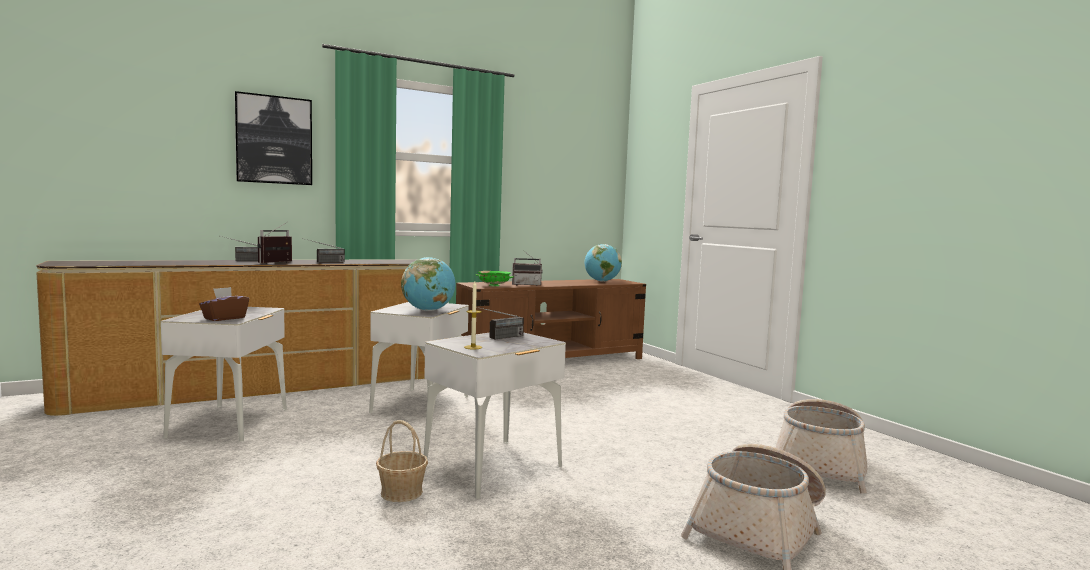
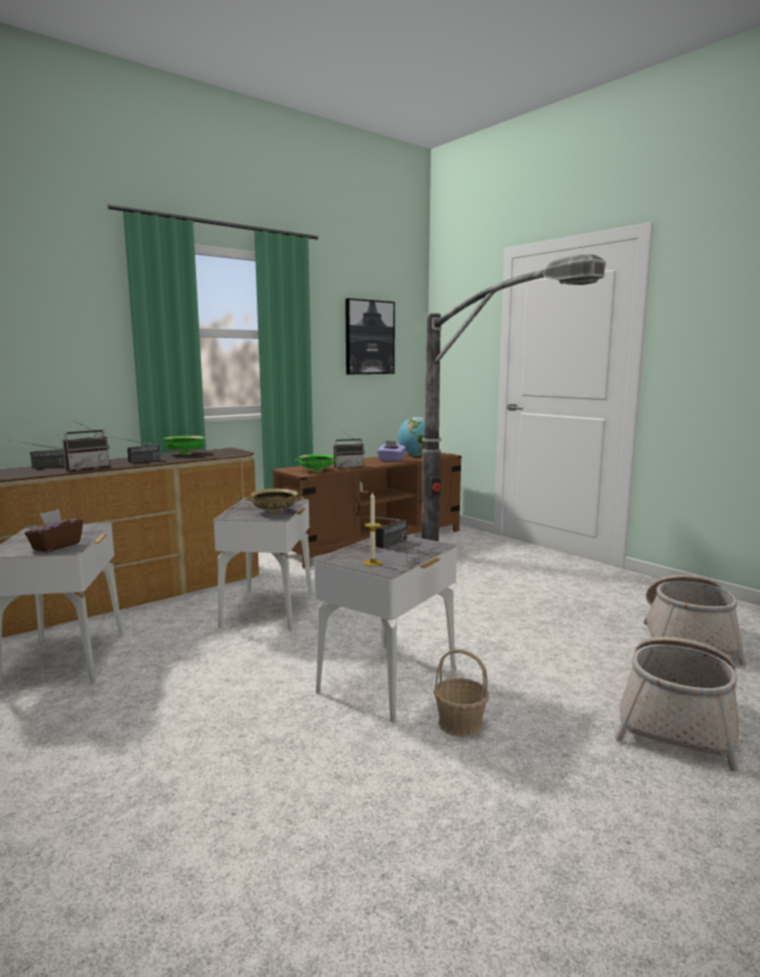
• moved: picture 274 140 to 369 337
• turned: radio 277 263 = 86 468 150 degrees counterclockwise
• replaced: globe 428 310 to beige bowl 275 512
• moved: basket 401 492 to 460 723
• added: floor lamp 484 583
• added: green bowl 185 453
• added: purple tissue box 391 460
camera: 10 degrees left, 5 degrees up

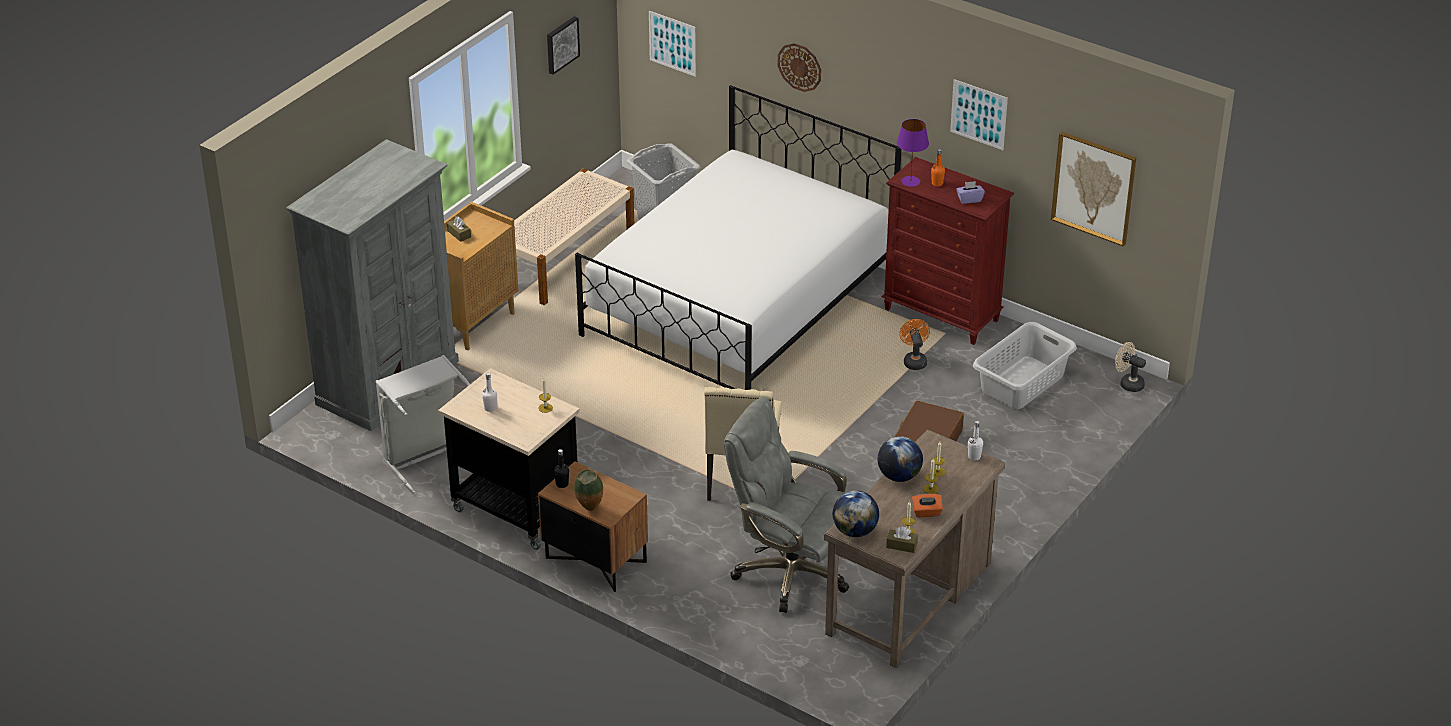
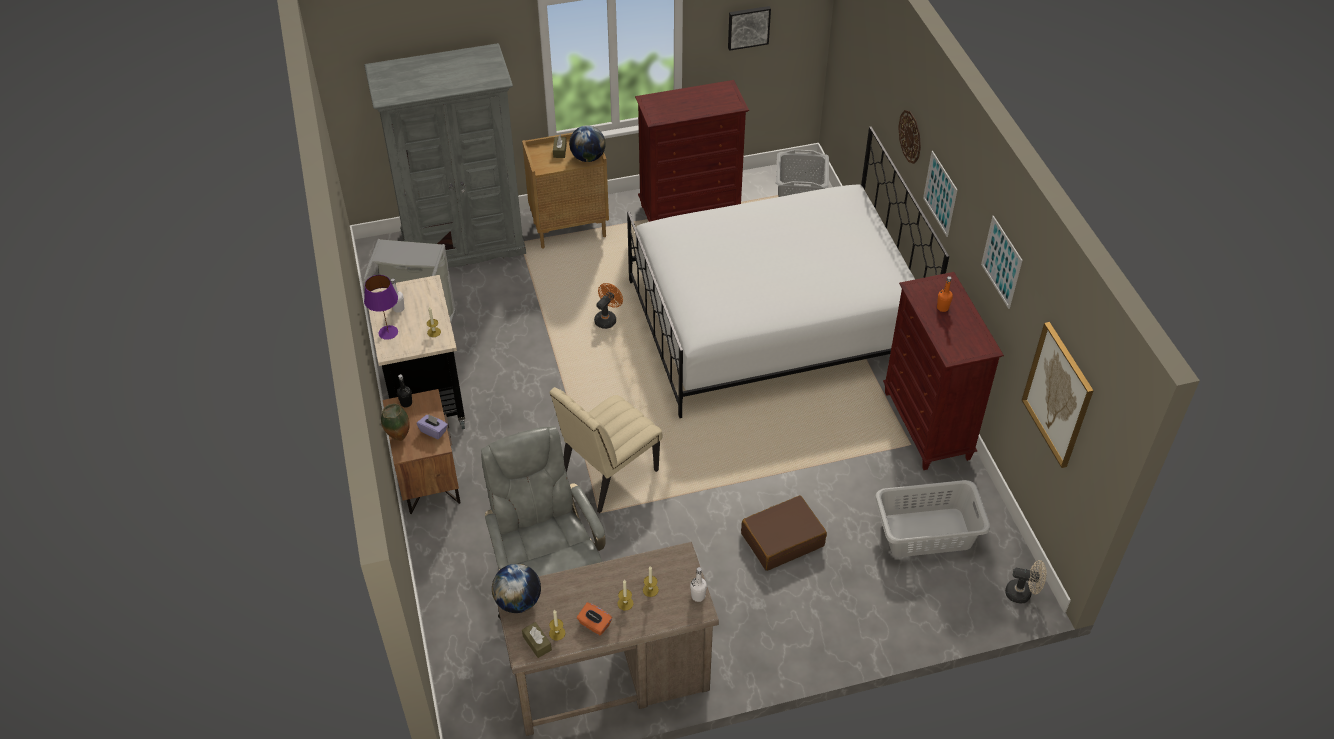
• moved: picture 672 43 to 940 193
• moved: purple table lamp 911 181 to 388 333
• replaced: beige bench 564 258 to red dresser 690 211
• moved: purple tissue box 969 199 to 433 431
• moved: orange fan 914 360 to 607 318
• turned: beige fan 1128 383 = 1022 593 120 degrees clockwise
• moved: globe 899 476 to 588 158
camera: 40 degrees right, 10 degrees up

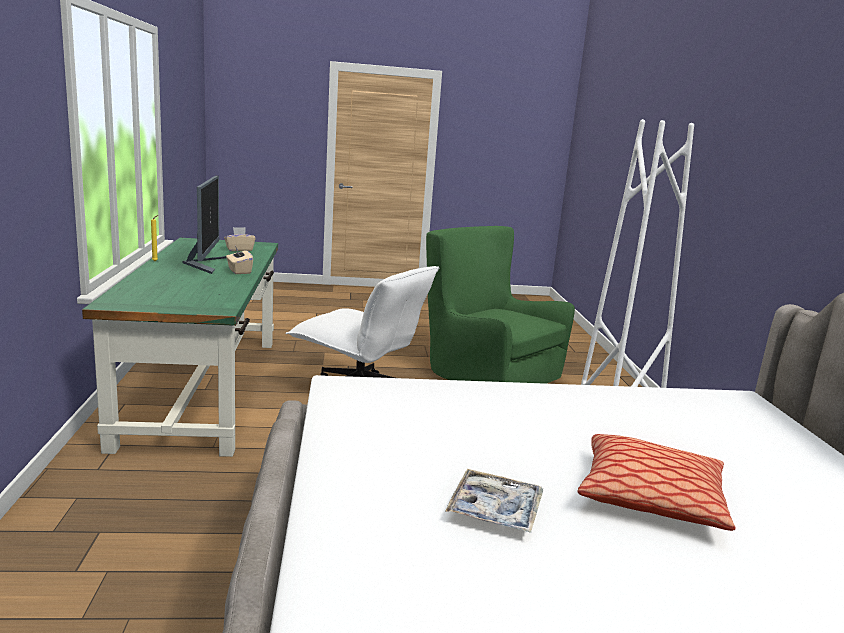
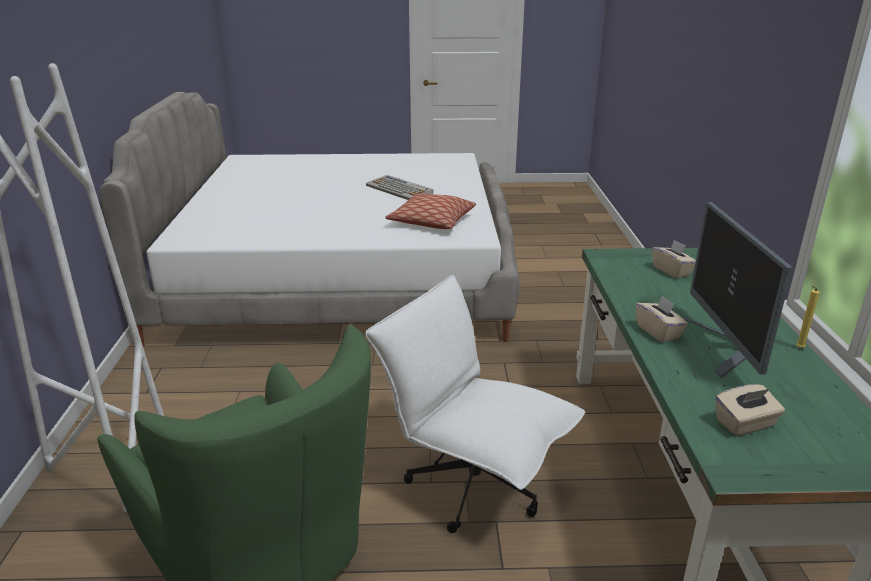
• moved: pillow 651 497 to 431 221
• replaced: tray 495 510 to keyboard 400 189
• added: beige tissue box 672 271
camera: 175 degrees left, 10 degrees up

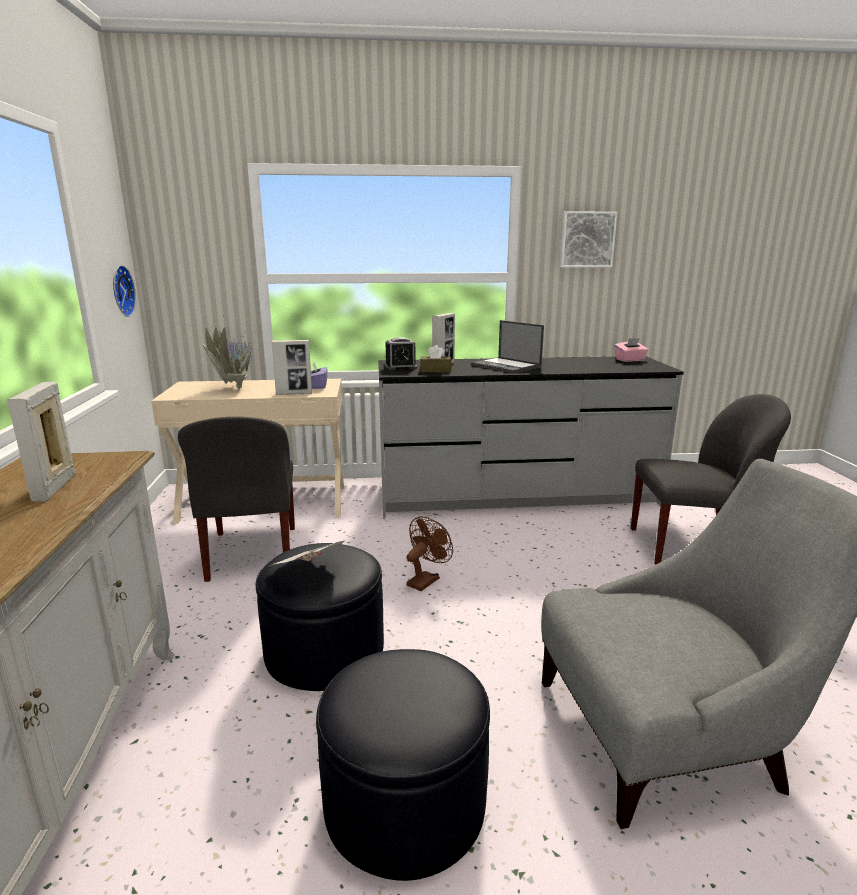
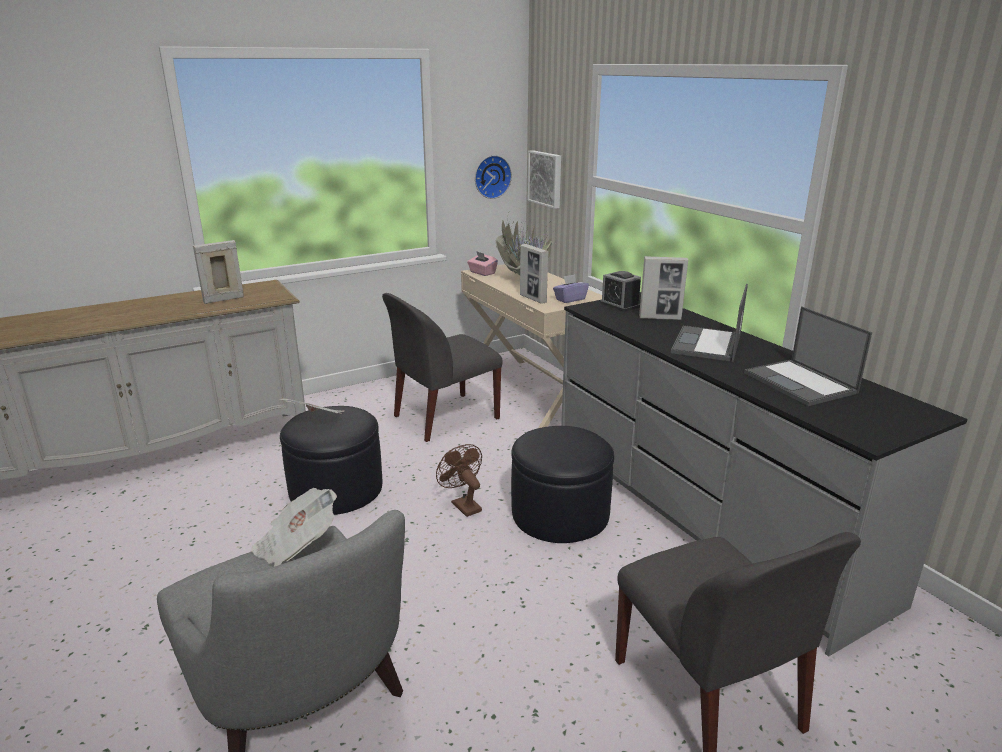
• moved: picture 587 239 to 546 178
• moved: pink tissue box 630 360 to 482 273
• removed: brown tissue box 435 371
• turned: brown fan 426 580 = 463 505 135 degrees counterclockwise
• moved: black ottoman 404 802 to 559 514
• added: laptop 801 383
• added: newspaper 296 545
camera: 65 degrees right, 5 degrees up

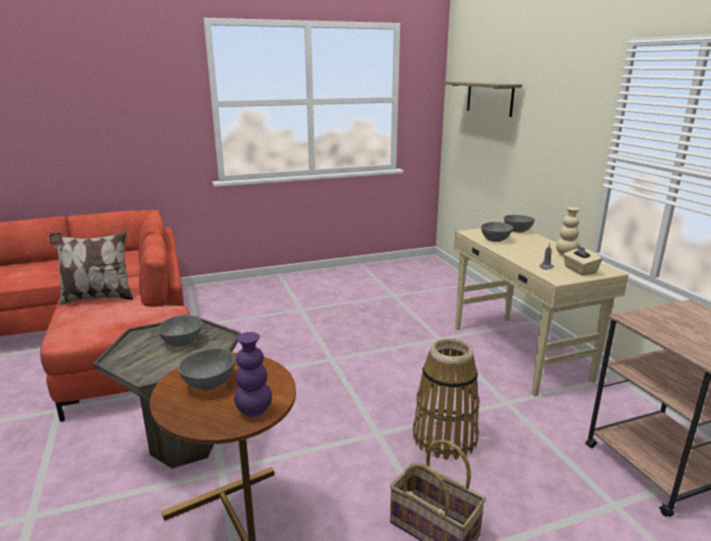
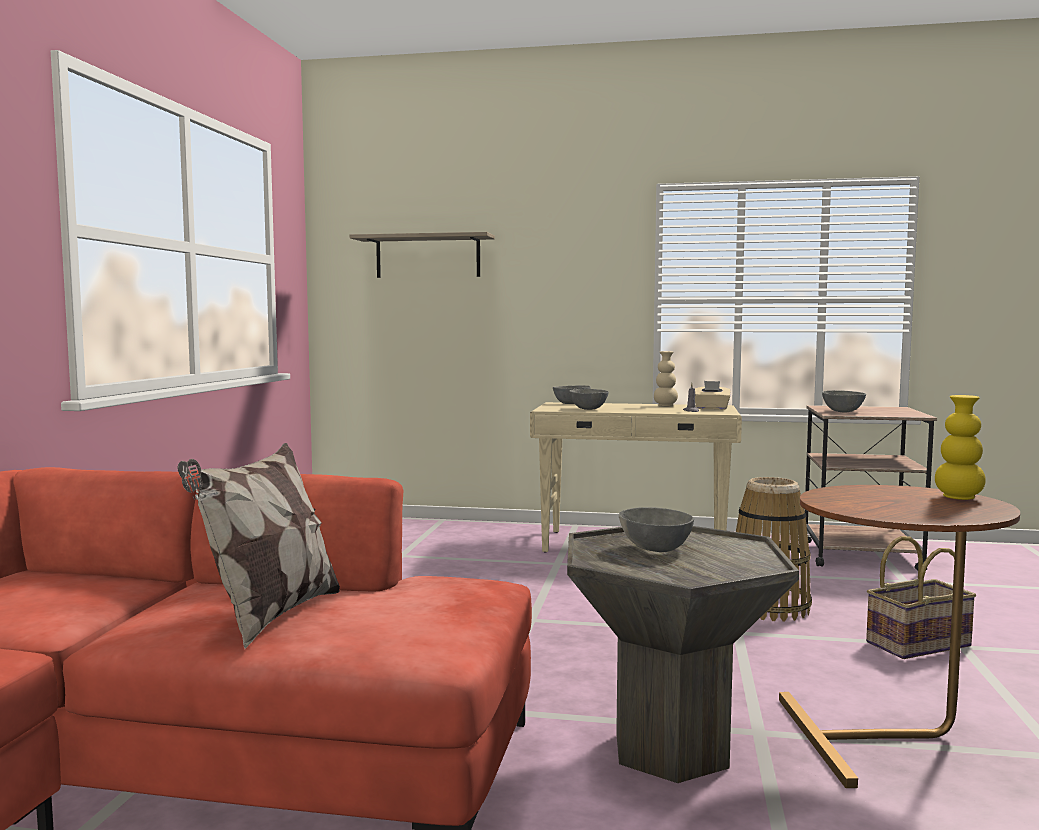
• recoloured: purple vase 254 410 to yellow vase 958 498
• moved: grey bowl 210 384 to 843 411
camera: 60 degrees left, 15 degrees down

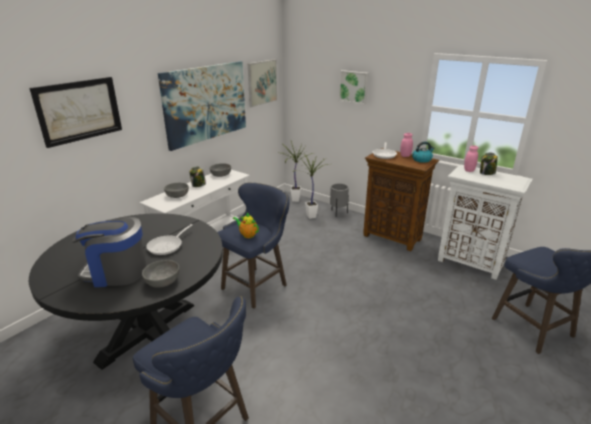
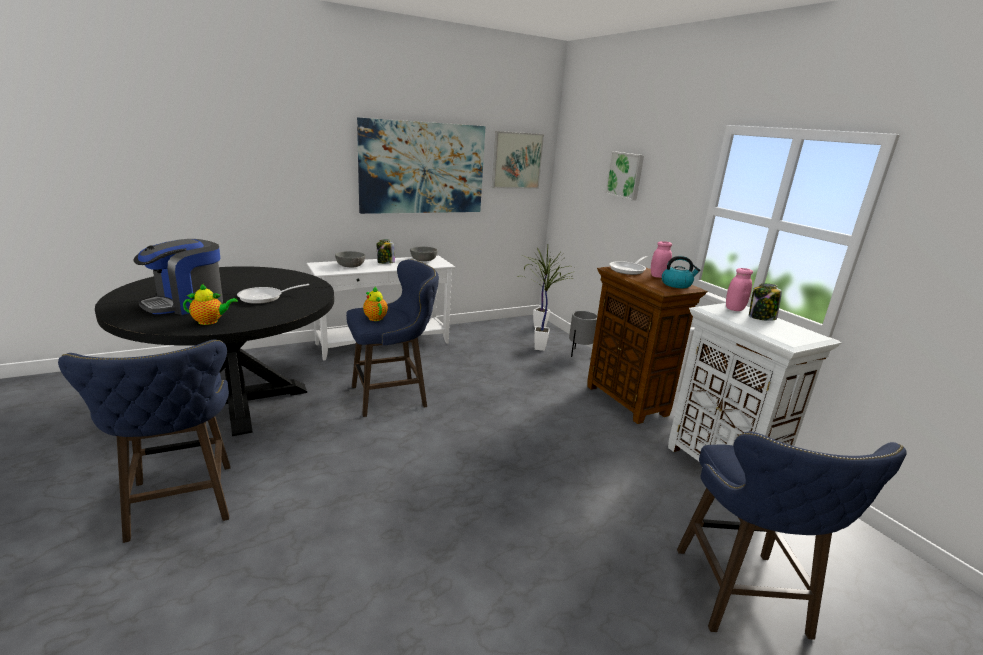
• removed: picture 79 110
• turned: coffee machine 116 272 = 186 304 75 degrees counterclockwise
• replaced: grey bowl 162 281 to teapot 210 321
camera: 25 degrees right, 5 degrees down

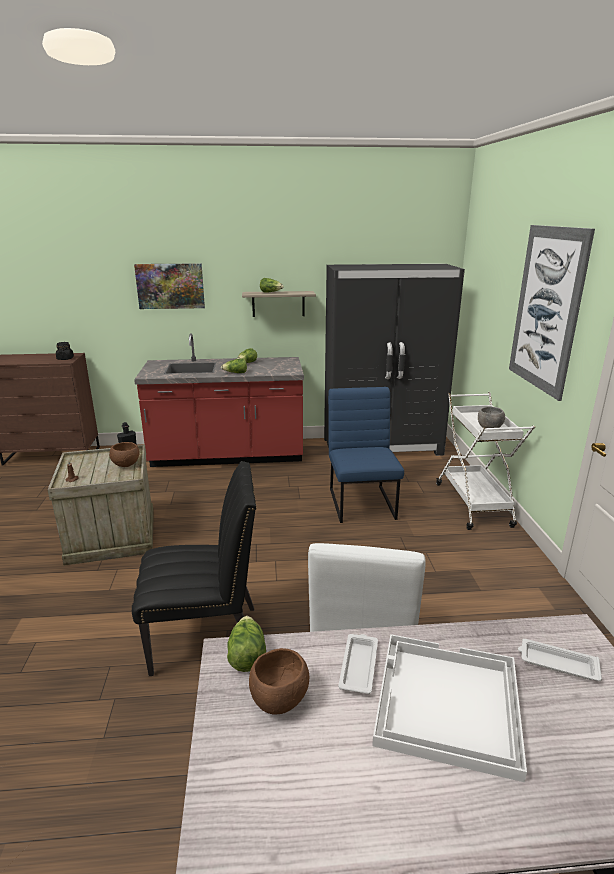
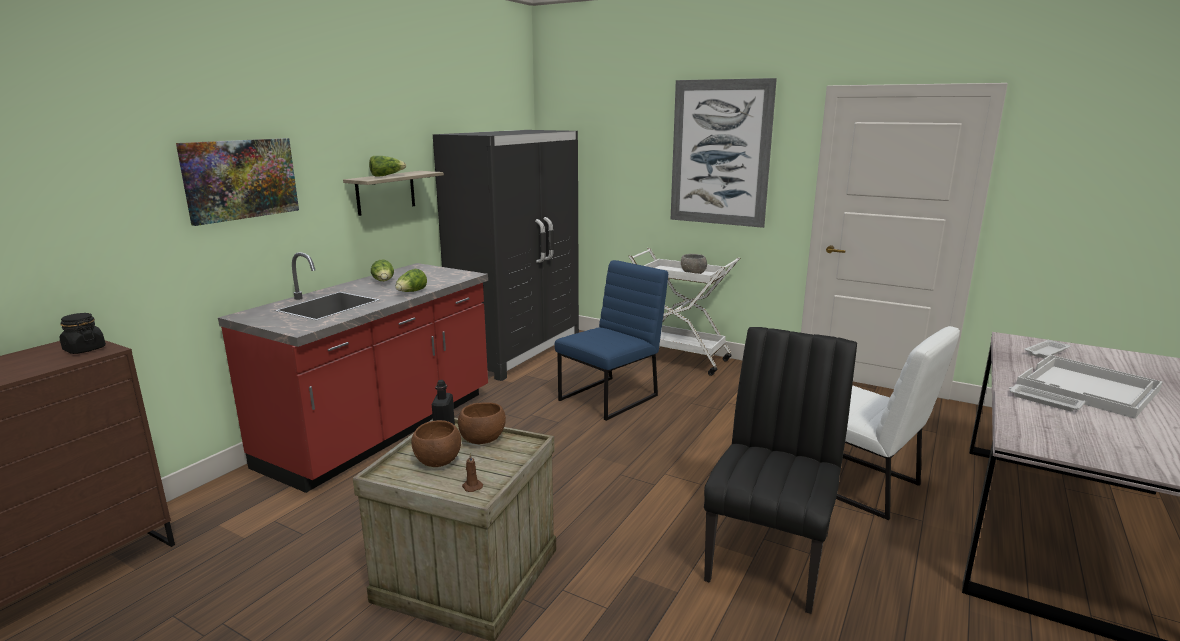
• turned: blue chair 362 502 = 611 397 105 degrees clockwise
• removed: lettuce 246 655
• moved: brown bowl 278 700 to 438 462
camera: 55 degrees left, 5 degrees down

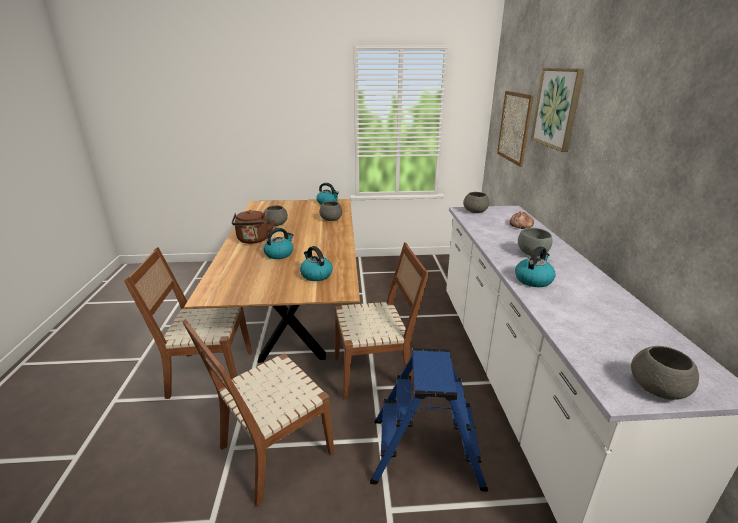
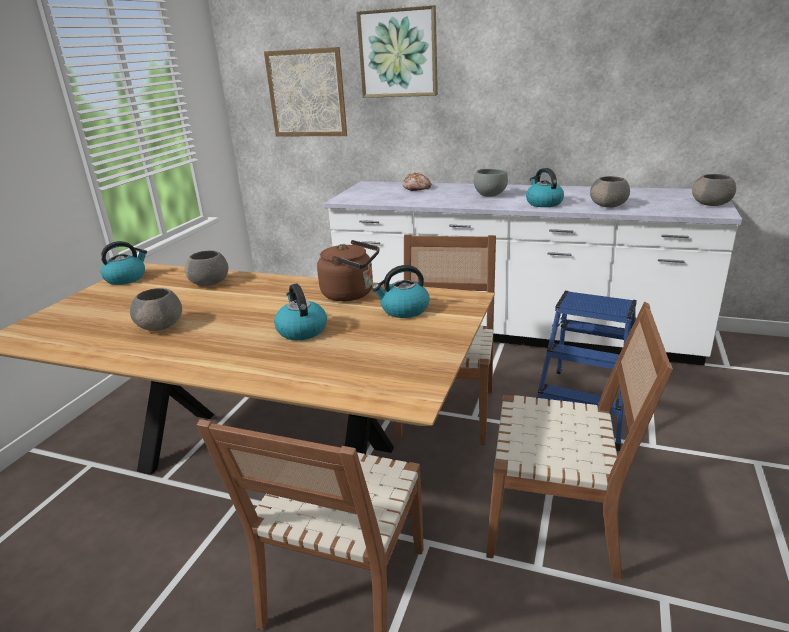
• moved: grey bowl 475 211 to 609 205
• moved: brown kettle 253 240 to 351 294
• turned: chair 272 454 = 560 525 60 degrees counterclockwise
camera: 65 degrees left, 0 degrees up

